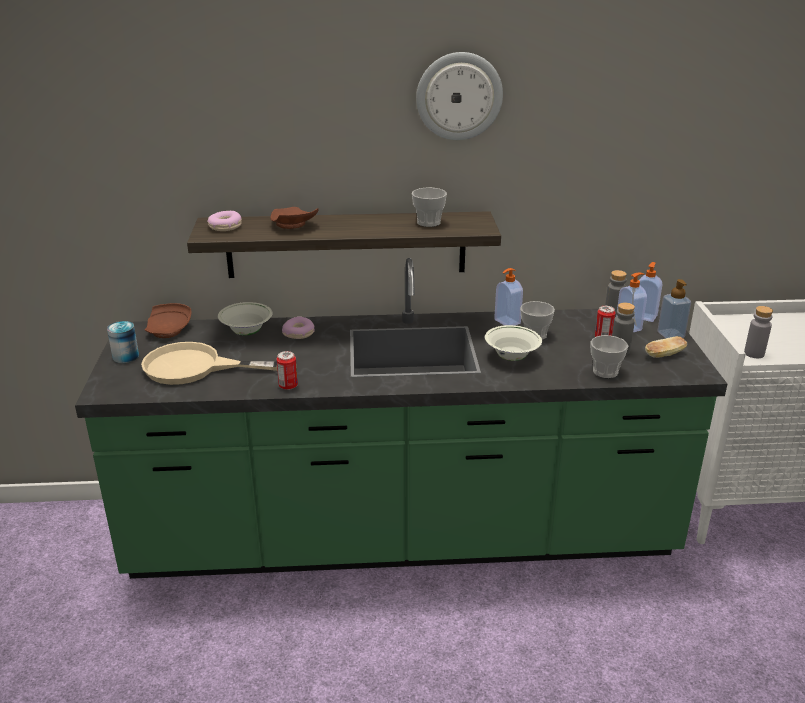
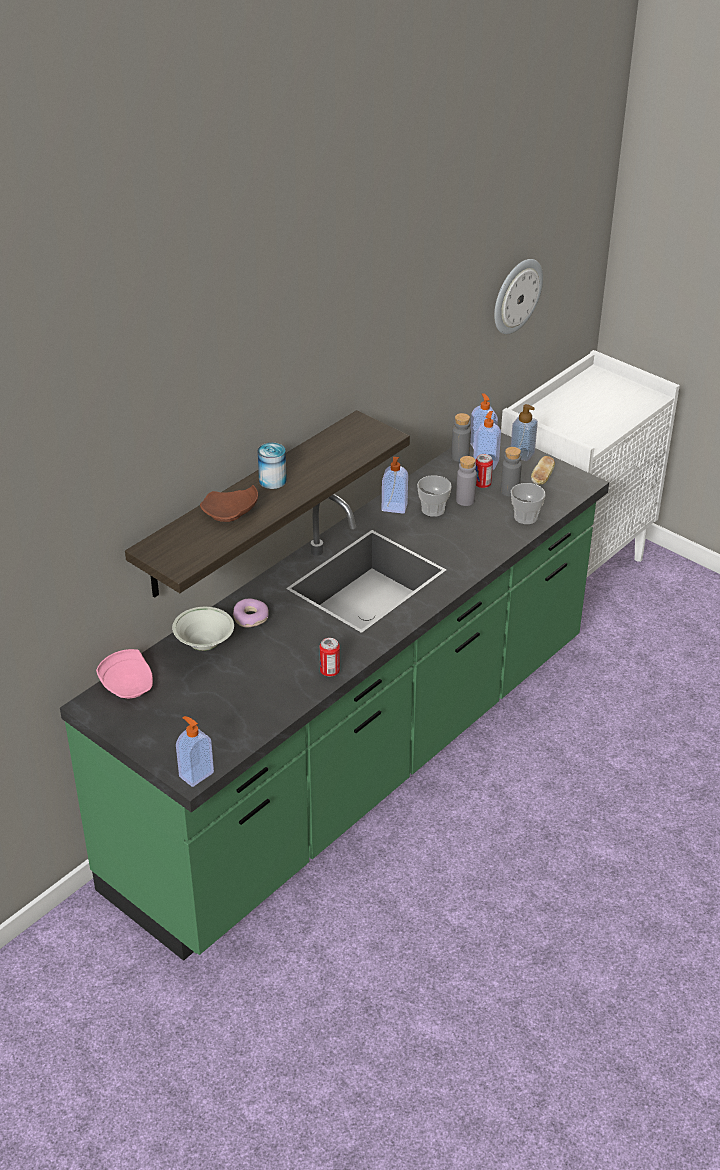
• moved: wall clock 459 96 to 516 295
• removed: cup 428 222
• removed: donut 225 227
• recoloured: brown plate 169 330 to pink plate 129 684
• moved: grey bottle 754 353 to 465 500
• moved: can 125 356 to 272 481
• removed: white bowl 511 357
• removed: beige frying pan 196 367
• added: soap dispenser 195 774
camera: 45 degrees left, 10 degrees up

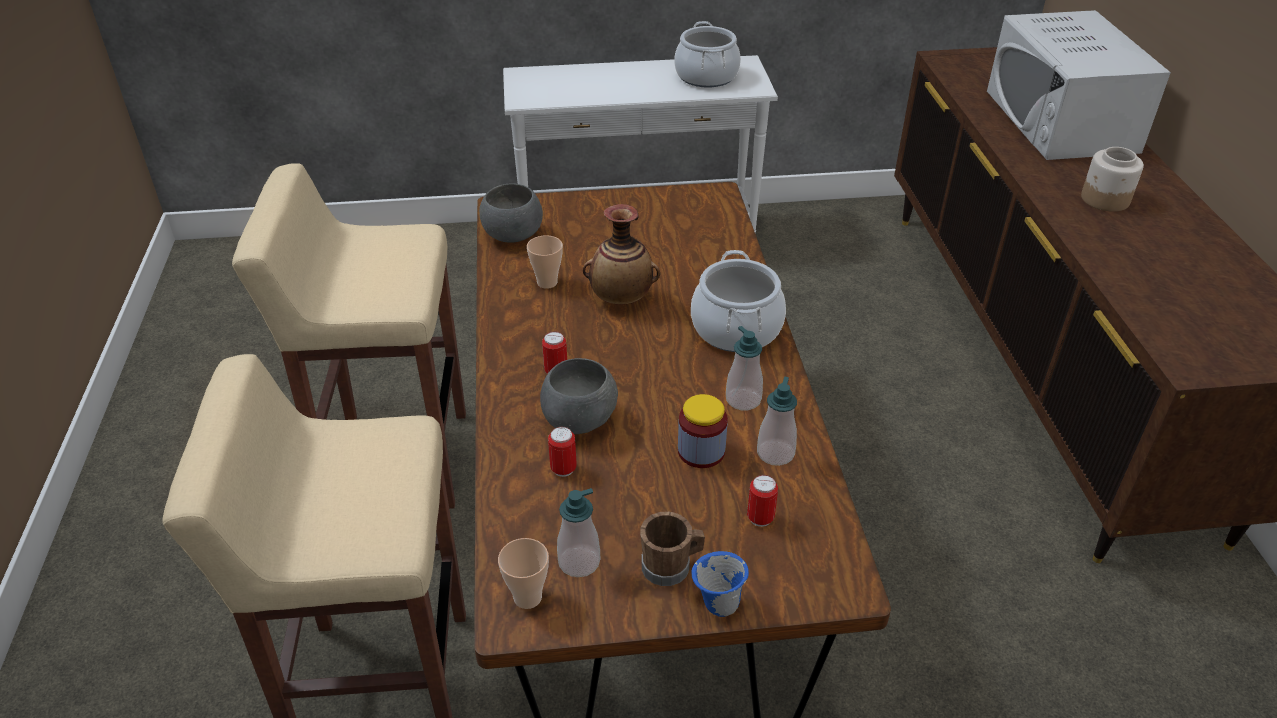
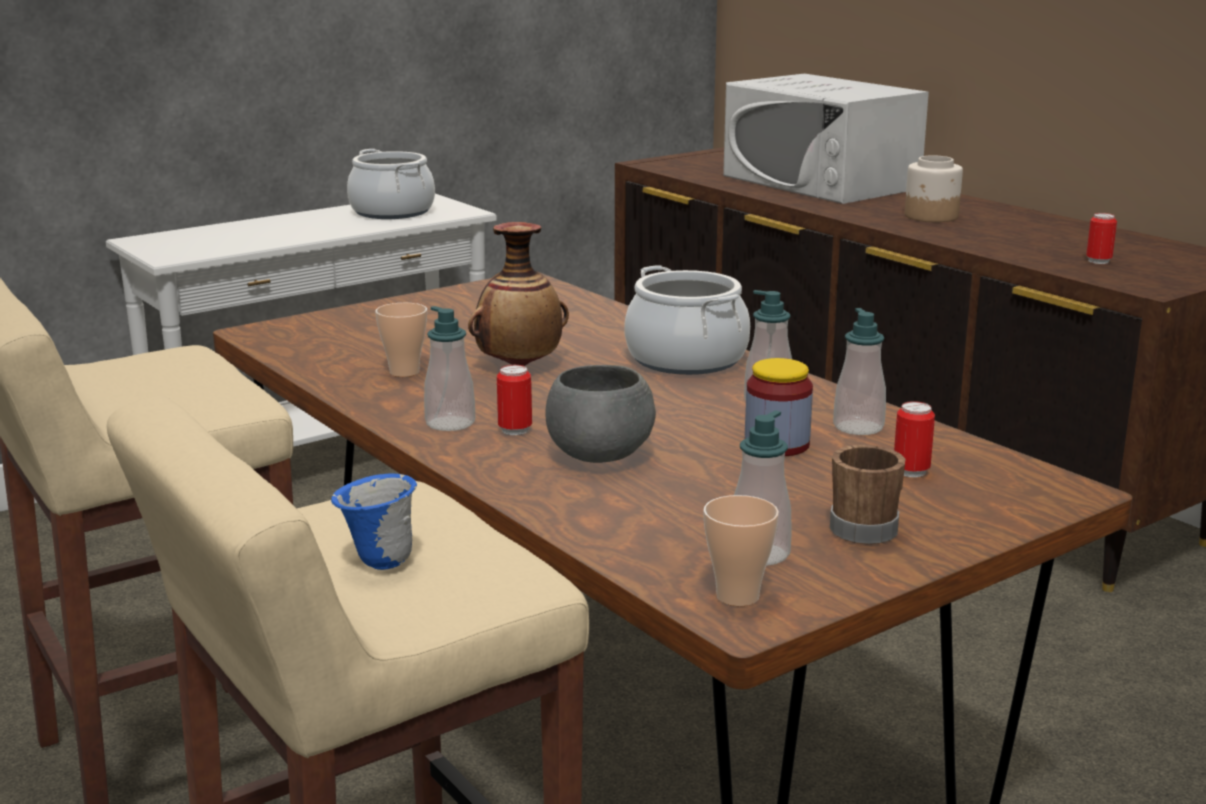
• removed: grey bowl 512 235
• moved: can 563 469 to 1098 261
• moved: blue mug 717 604 to 378 563
• added: soap dispenser 450 423
camera: 30 degrees left, 20 degrees down

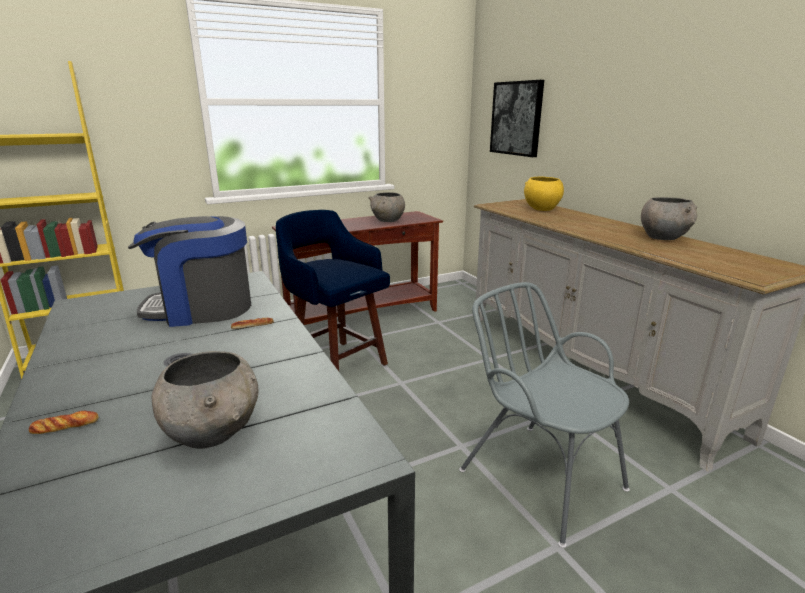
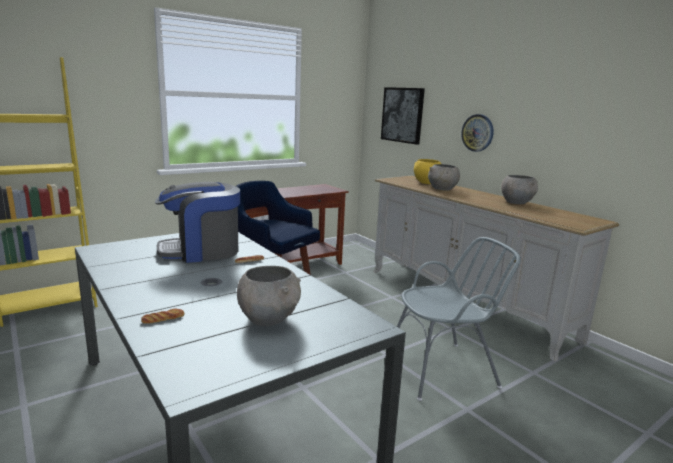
• moved: grey bowl 388 221 to 442 189
• turned: grey chair 537 474 = 444 369 120 degrees clockwise
• added: wall clock 477 133
camera: 10 degrees left, 5 degrees down

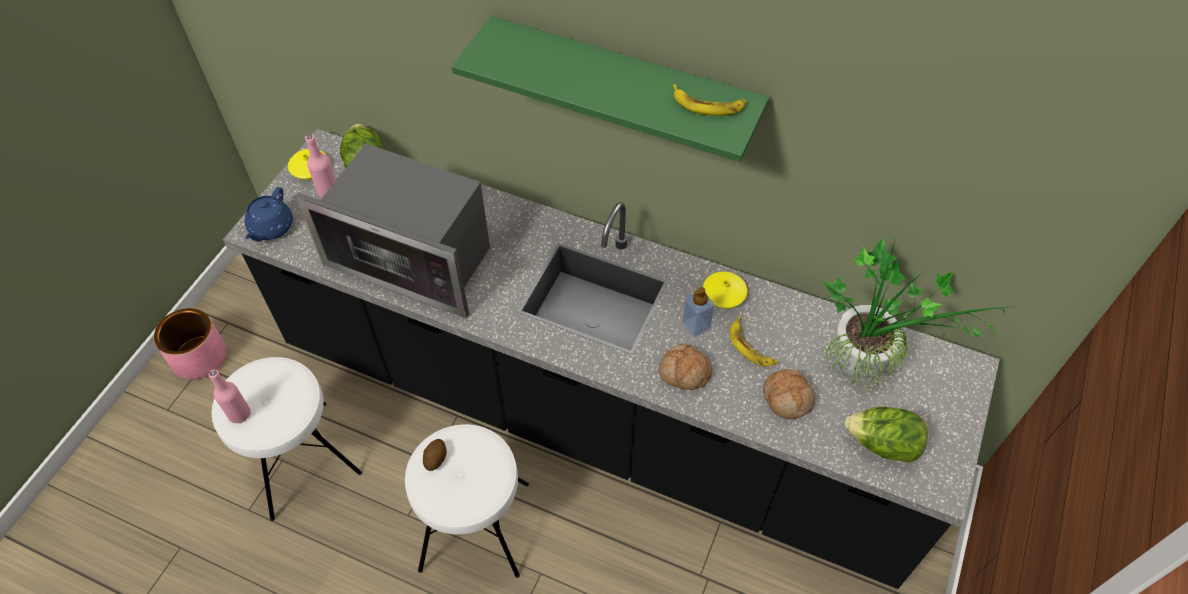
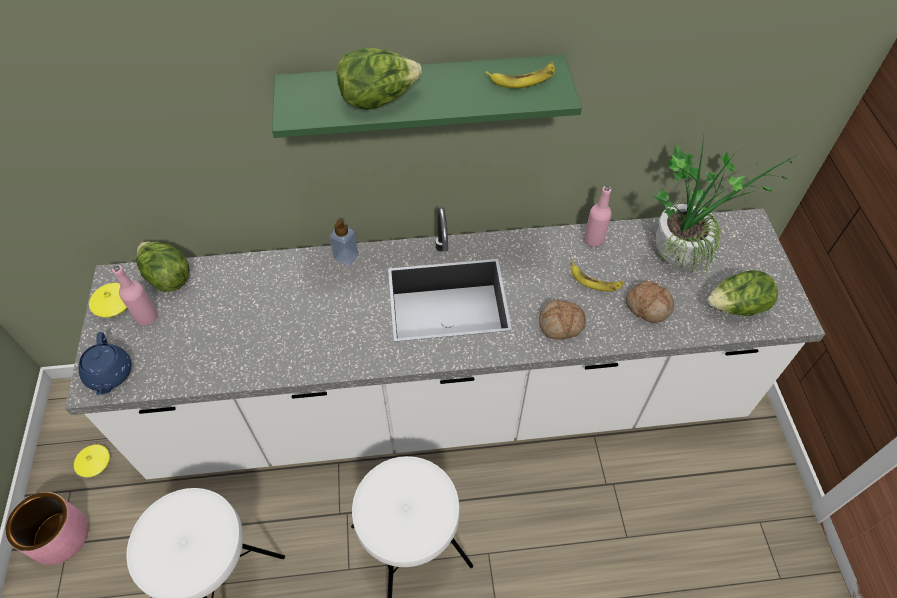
• recoloured: black counter 594 413 to white counter 448 403
• removed: microwave 414 259
• moved: yellow vase 724 294 to 94 463
• moved: soap dispenser 696 326 to 346 257
• moved: pink bottle 239 414 to 593 240
• removed: potato 435 458
• added: lettuce 378 100
camera: 30 degrees left, 0 degrees up

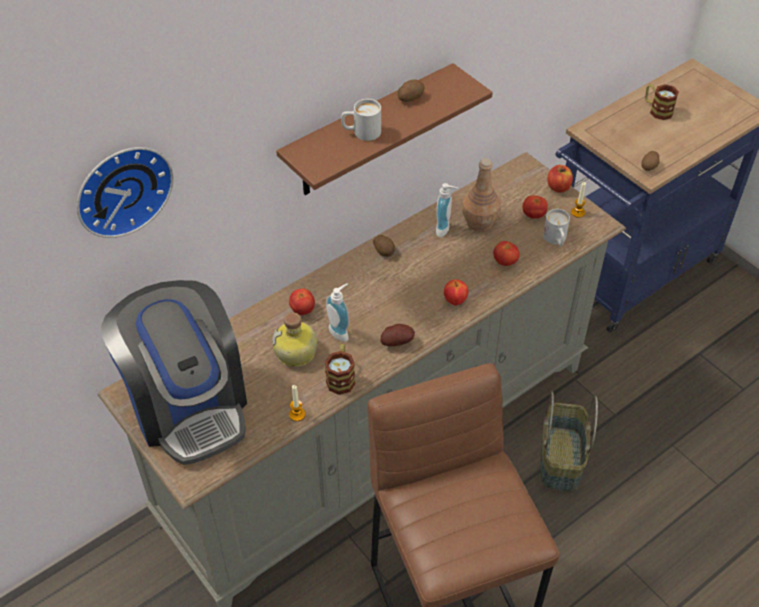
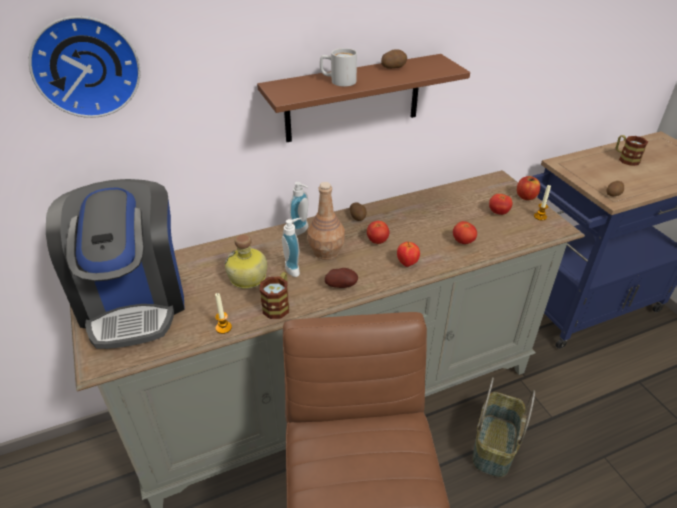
• moved: brown bottle 479 222 to 326 251
• moved: soap dispenser 445 229 to 302 231
• removed: white mug 556 240
• moved: tomato 302 310 to 377 241
camera: 15 degrees right, 10 degrees down

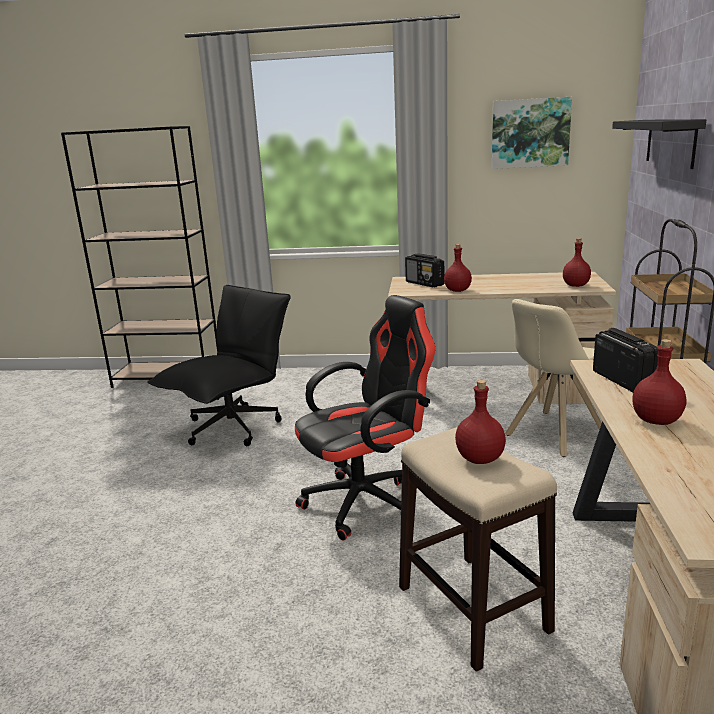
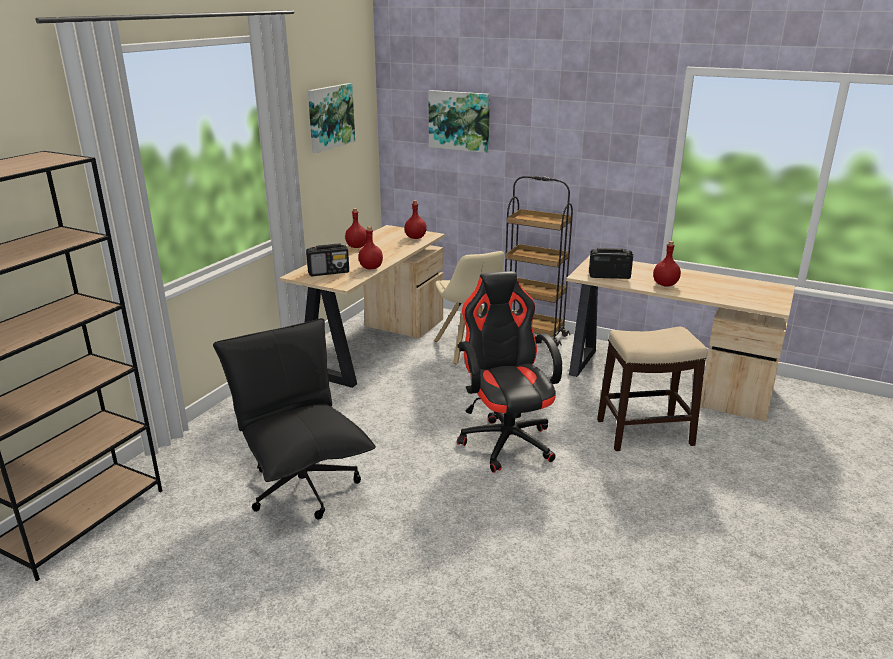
• replaced: black shelf 670 142 to picture 459 120
• moved: red bottle 480 459 to 357 246
camera: 70 degrees left, 5 degrees up

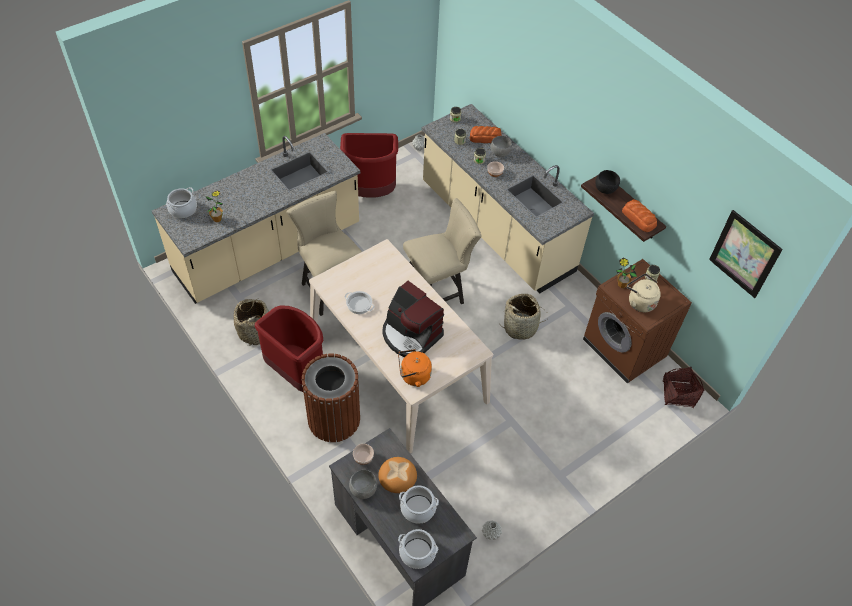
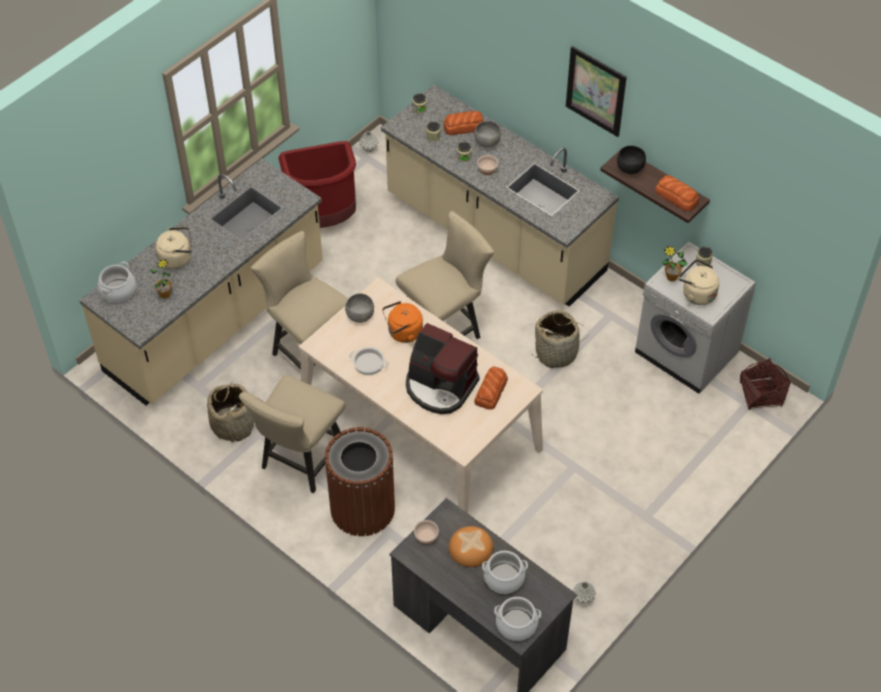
• moved: picture 744 254 to 596 91
• recoloured: brown washing machine 623 349 to white washing machine 685 354
• replaced: red trash can 296 372 to beige chair 300 463
• moved: orange kettle 413 376 to 403 333
• moved: grey bowl 363 489 to 360 315
• added: beige kettle 177 258
• added: bread 491 391
camera: 10 degrees left, 0 degrees up

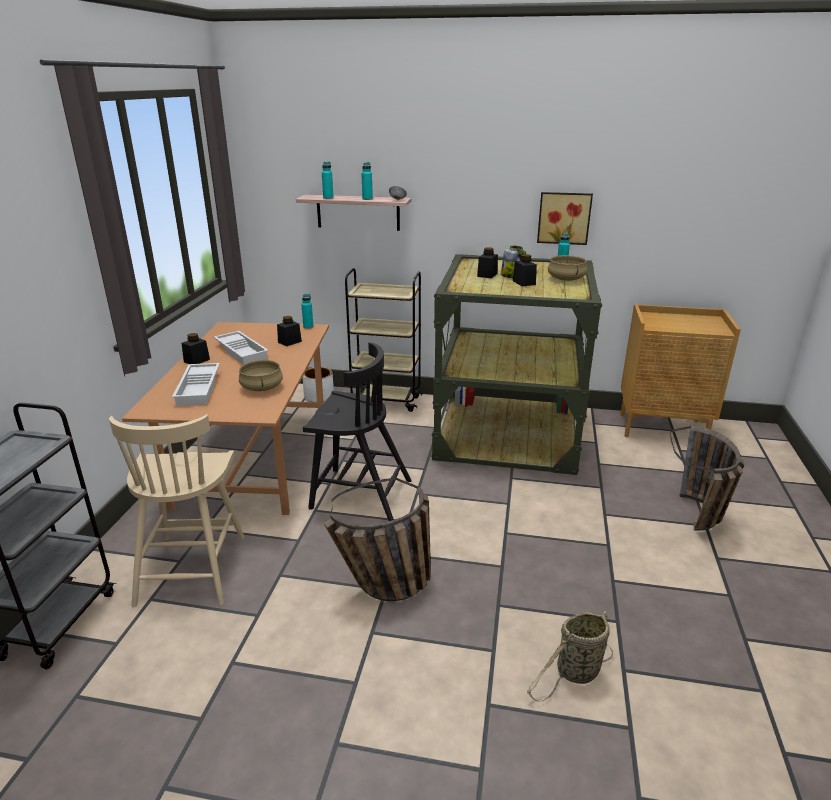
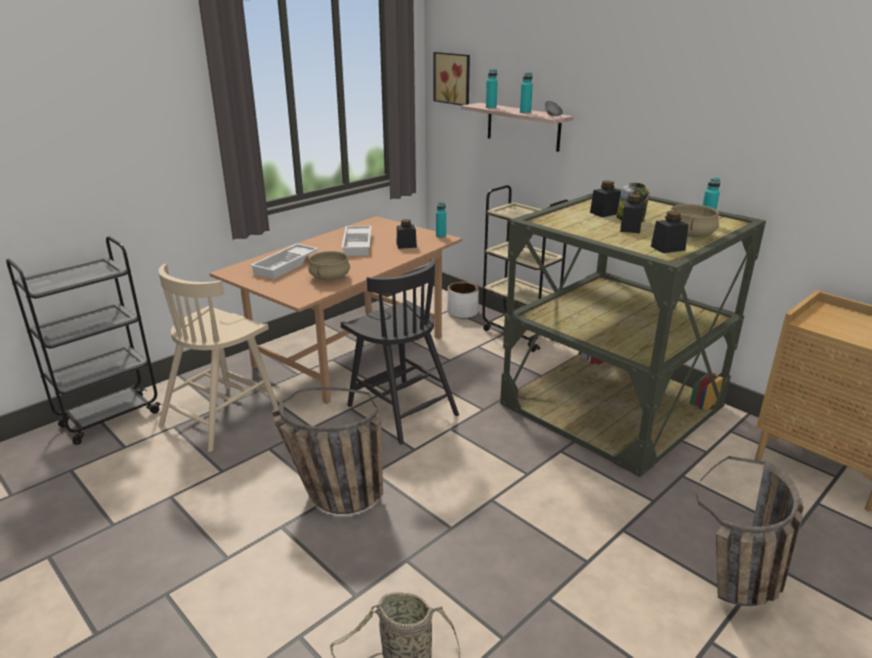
• moved: picture 564 218 to 453 78
• moved: black jar 197 360 to 667 248
camera: 35 degrees right, 0 degrees up

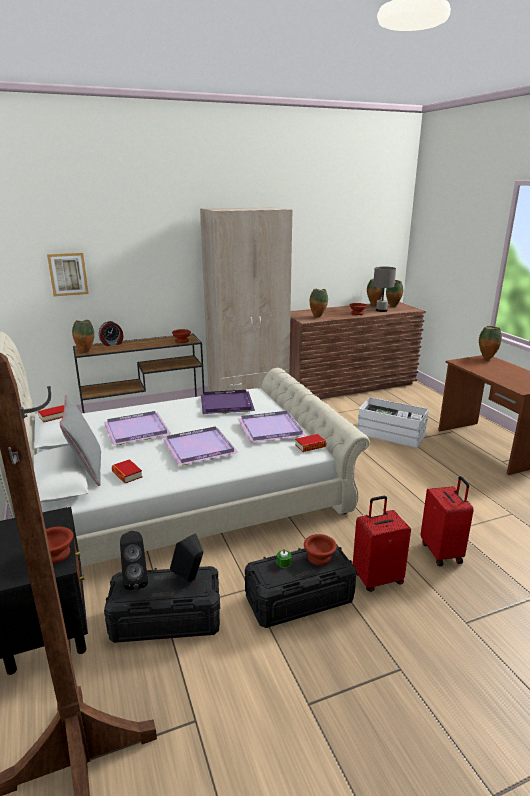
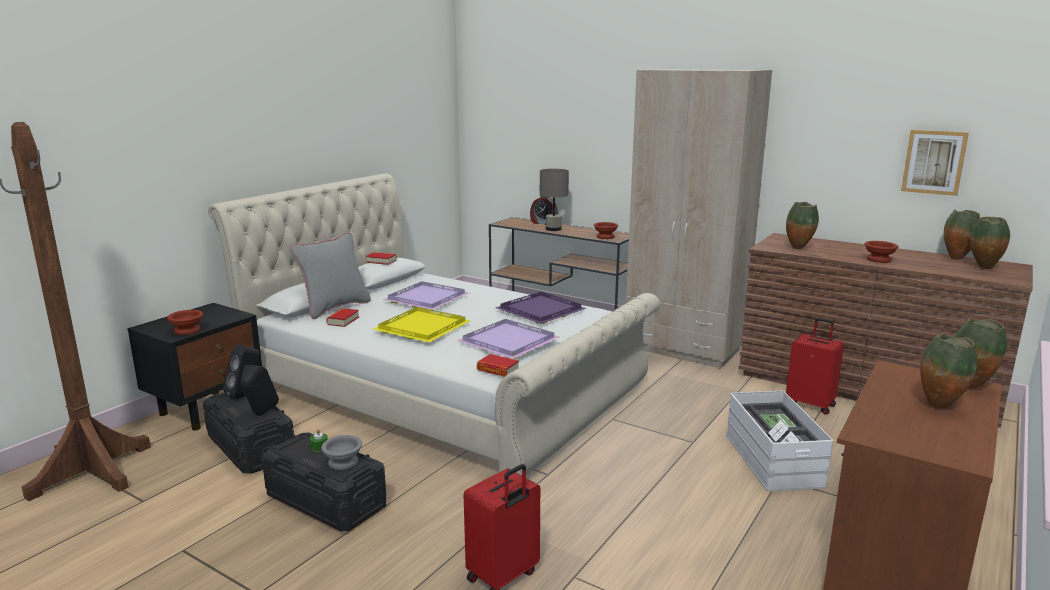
• moved: picture 68 274 to 934 162
• moved: grey table lamp 381 310 to 553 229
• moved: vase 85 352 to 939 406
• recoloured: purple tray 199 448 to yellow tray 420 328
• moved: red suitcase 377 578 to 811 404
• recoloured: brown bowl 319 558 to grey bowl 342 463
camera: 55 degrees right, 5 degrees down

